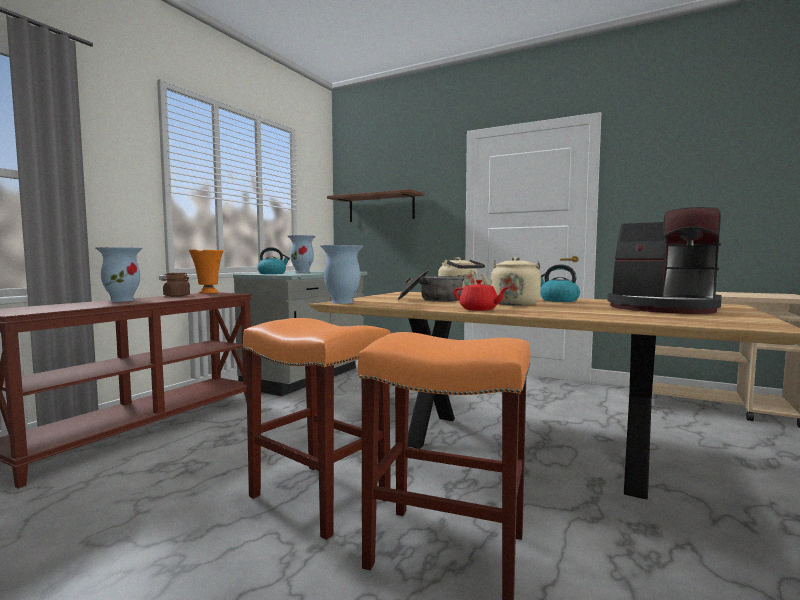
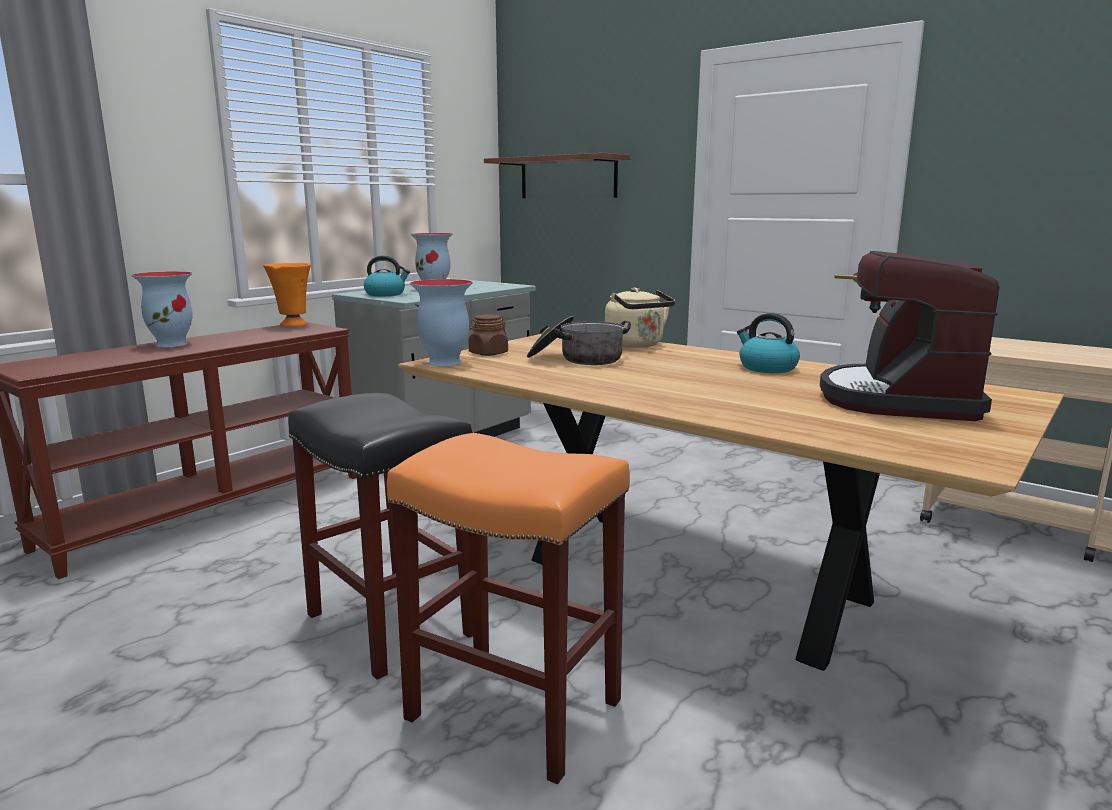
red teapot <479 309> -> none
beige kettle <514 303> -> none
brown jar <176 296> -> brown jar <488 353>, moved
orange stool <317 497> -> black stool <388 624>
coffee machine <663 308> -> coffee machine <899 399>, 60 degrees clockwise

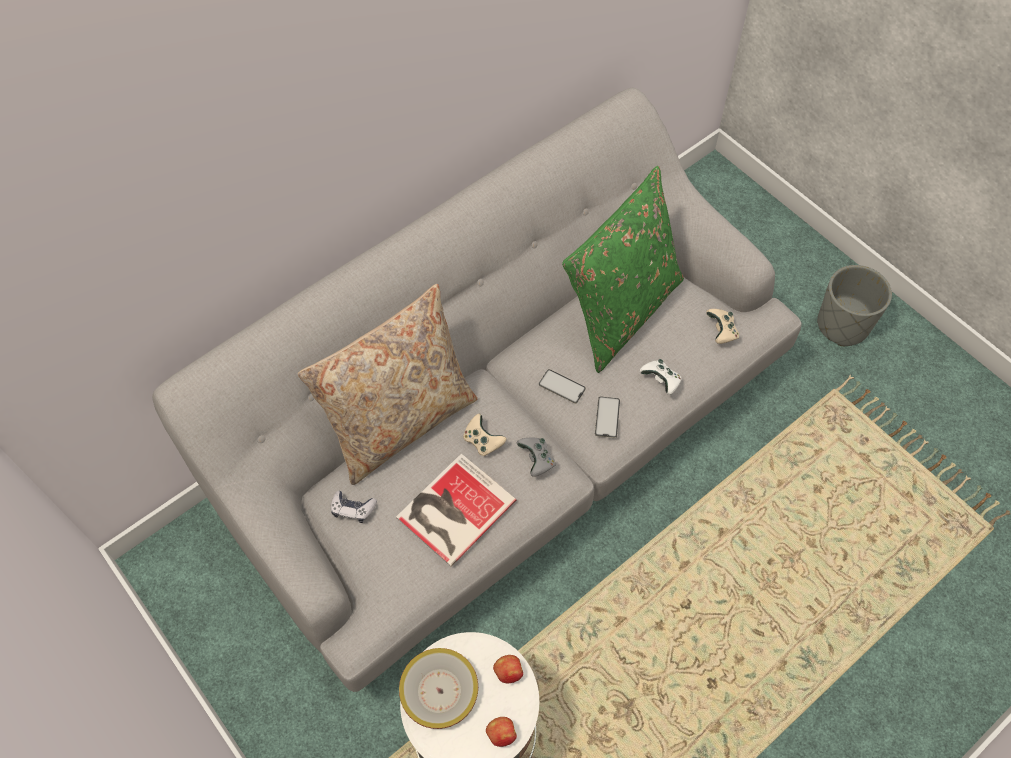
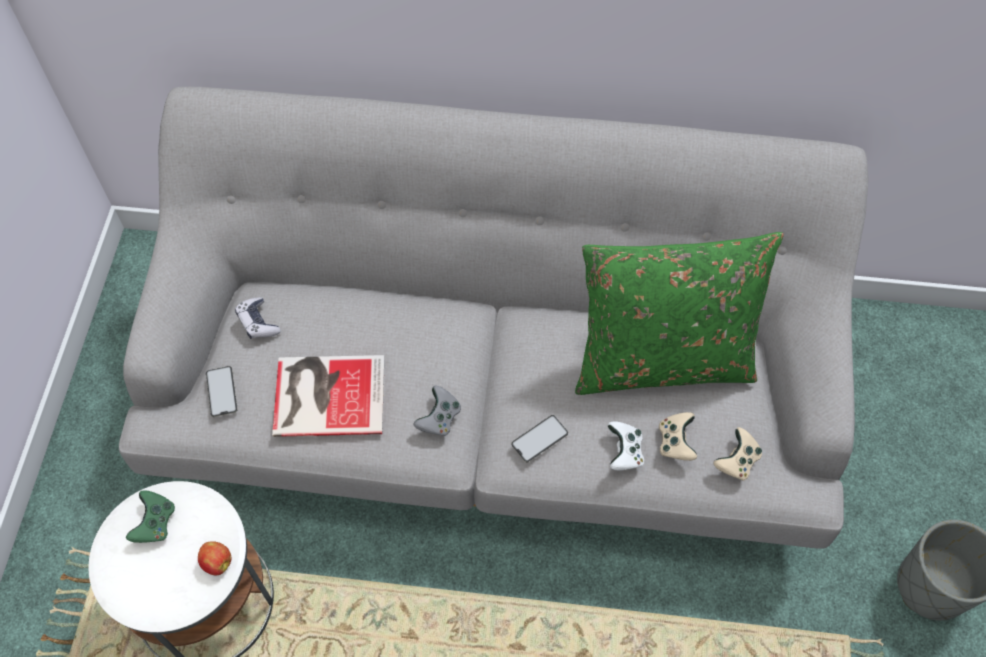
beige pillow <401 422> -> none
apple <501 734> -> none
beige game controller <483 441> -> beige game controller <675 442>, moved
phone <562 386> -> phone <221 391>, moved
bowl <440 691> -> green game controller <155 523>

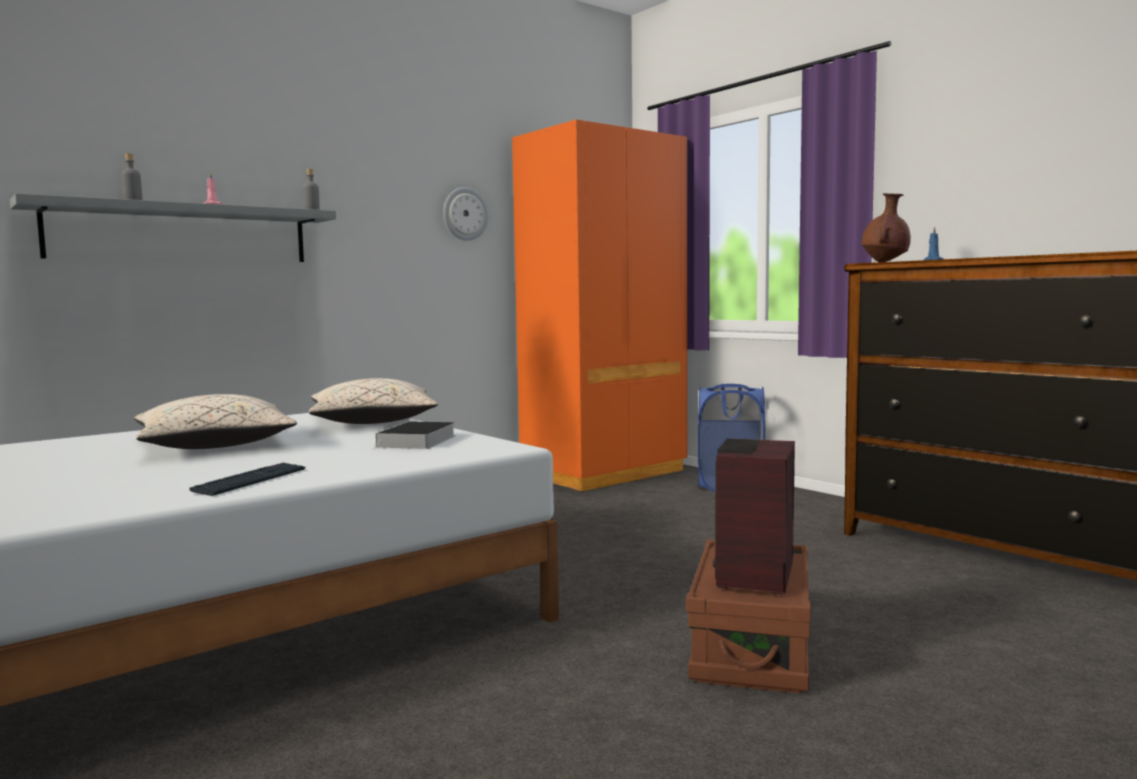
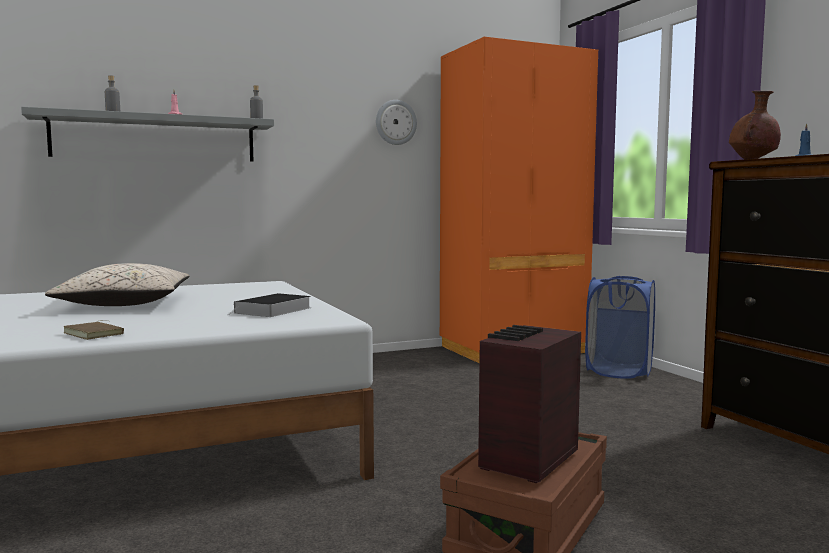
beige pillow <372 421> -> none
keyboard <251 480> -> brown book <95 334>

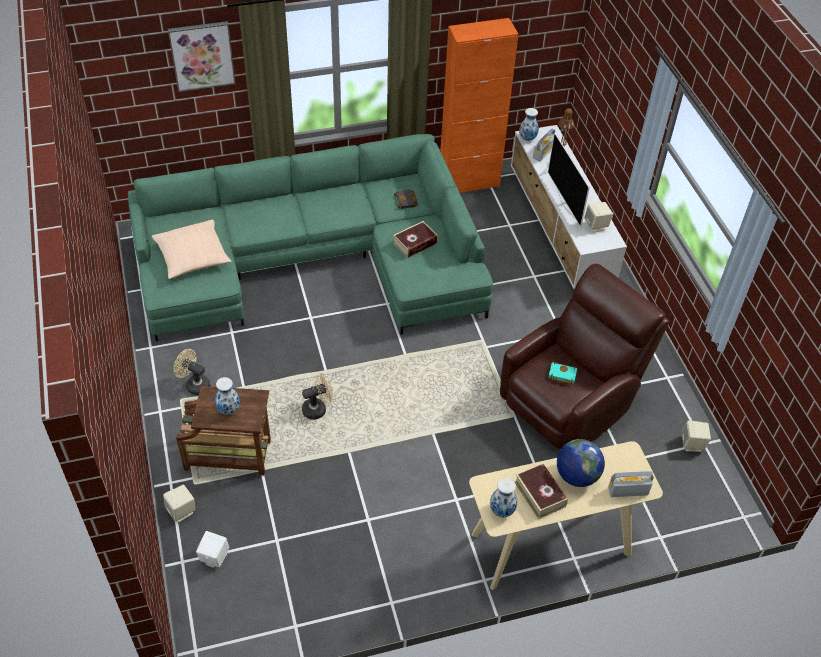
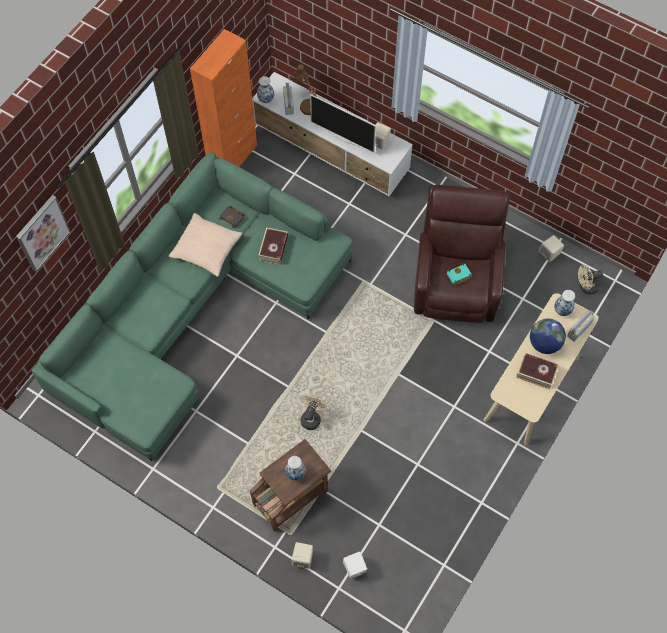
beige pillow <192 256> -> beige pillow <206 249>, moved
beige fan <194 384> -> beige fan <586 287>, moved
vase <502 510> -> vase <562 310>, moved

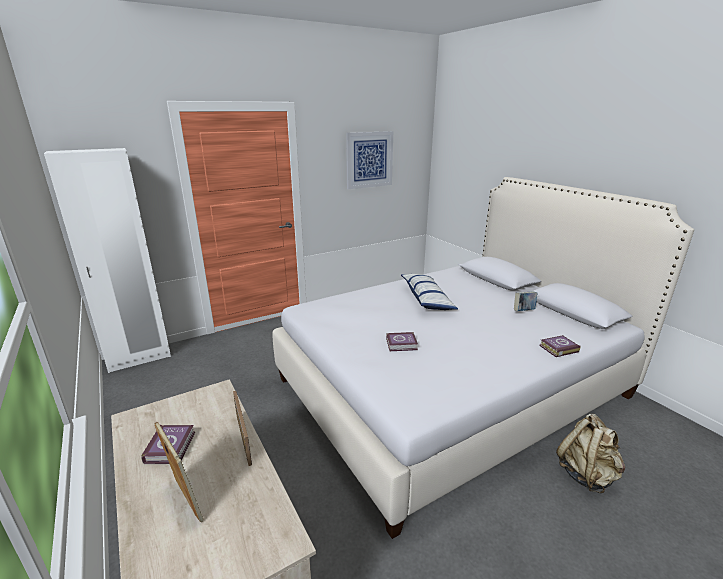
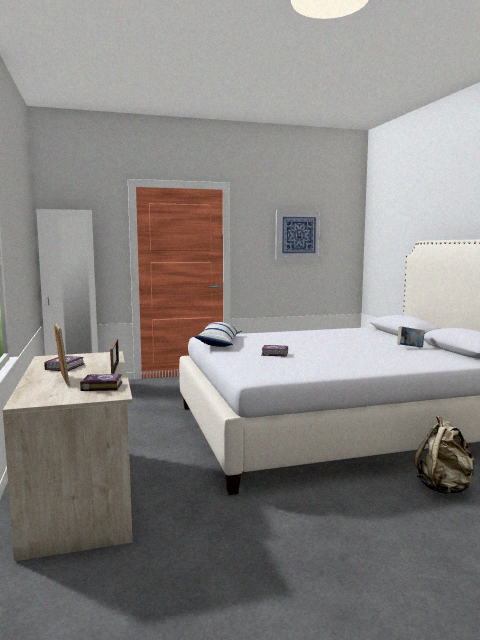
pillow <427 299> -> pillow <219 342>, moved
book <557 348> -> book <101 386>, moved

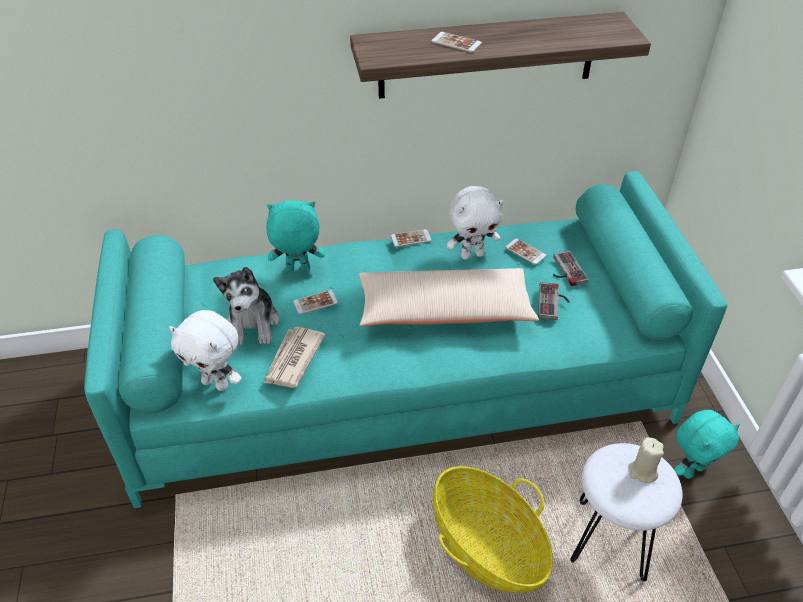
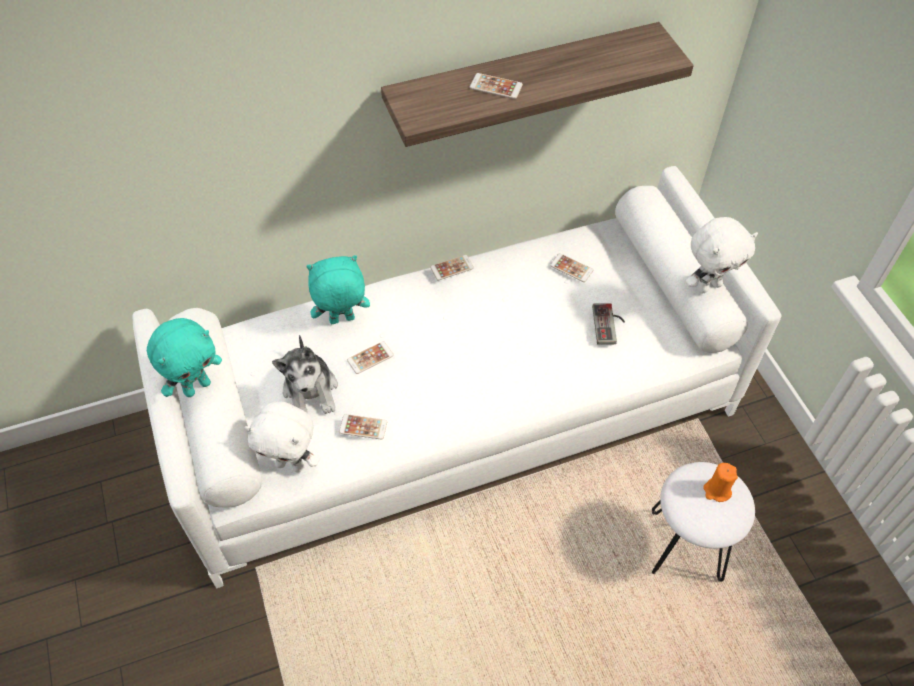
beige pillow <444 310> -> none
basket <487 546> -> none
game controller <565 270> -> none
white plush toy <472 255> -> white plush toy <708 286>, moved
turquoise plush toy <691 470> -> turquoise plush toy <197 386>, moved
newspaper <293 359> -> phone <363 427>
turquoise sofa <402 383> -> white sofa <457 411>
beige candle <642 471> -> orange candle <717 490>

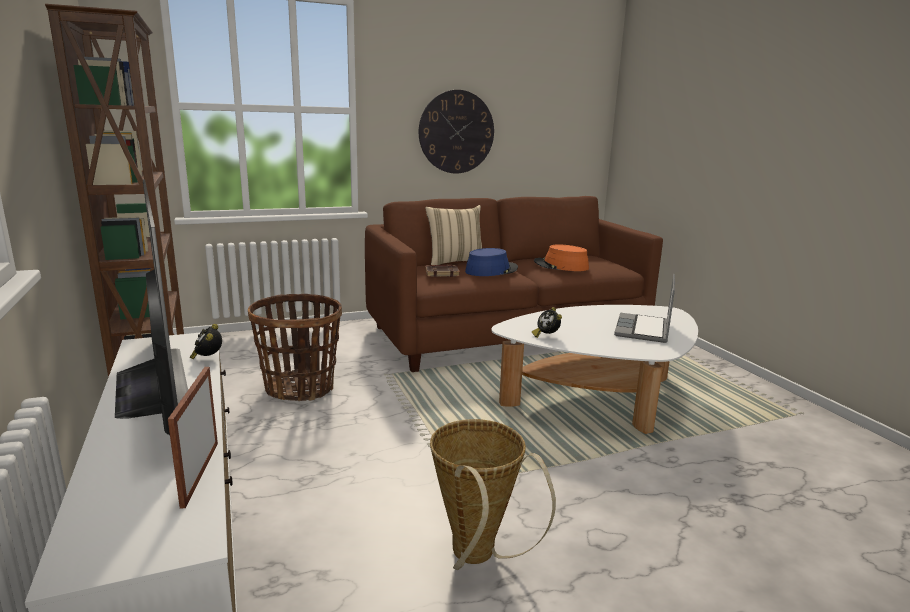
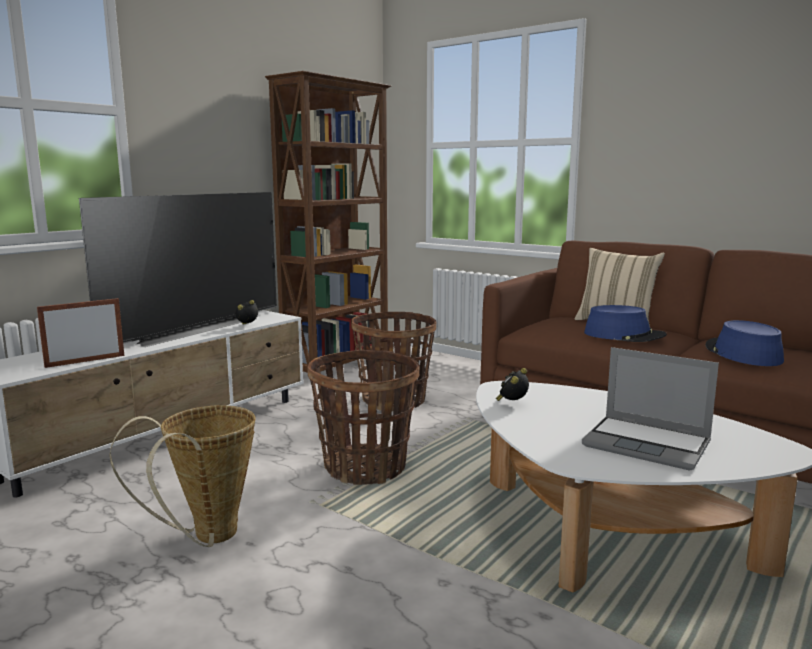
wall clock <456 132> -> none
brown book <442 274> -> none
none -> basket <365 467>
orange hat <561 266> -> blue hat <742 354>
laptop <643 330> -> laptop <648 444>, 135 degrees counterclockwise

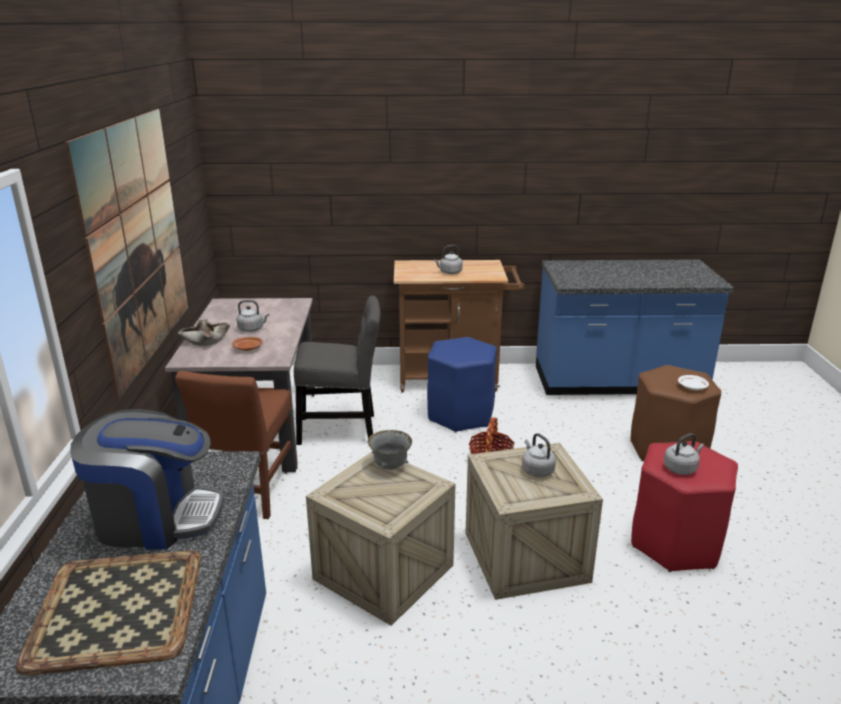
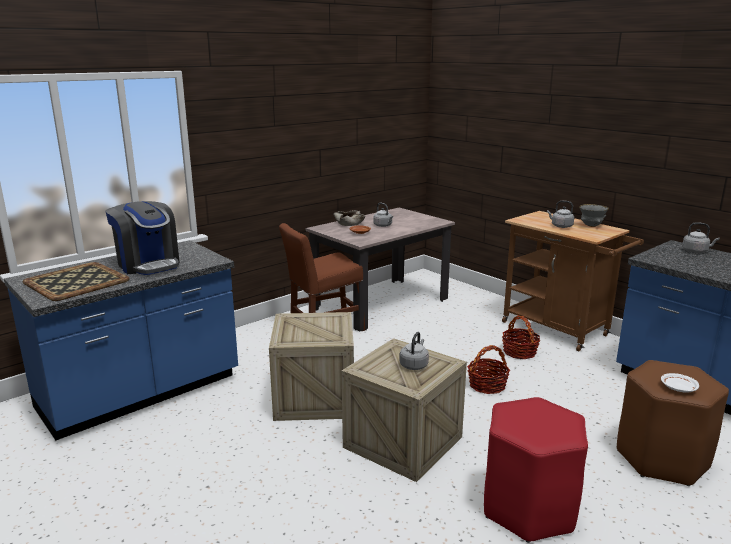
picture <137 242> -> none
grey chair <342 429> -> none
grey bowl <390 466> -> grey bowl <591 226>, moved
grey kettle <681 468> -> grey kettle <696 251>, moved
blue stool <460 415> -> basket <519 352>

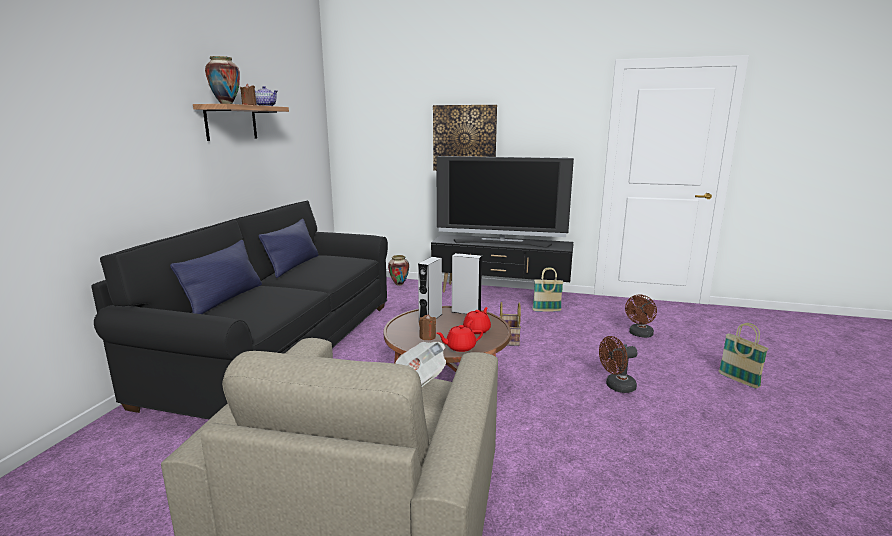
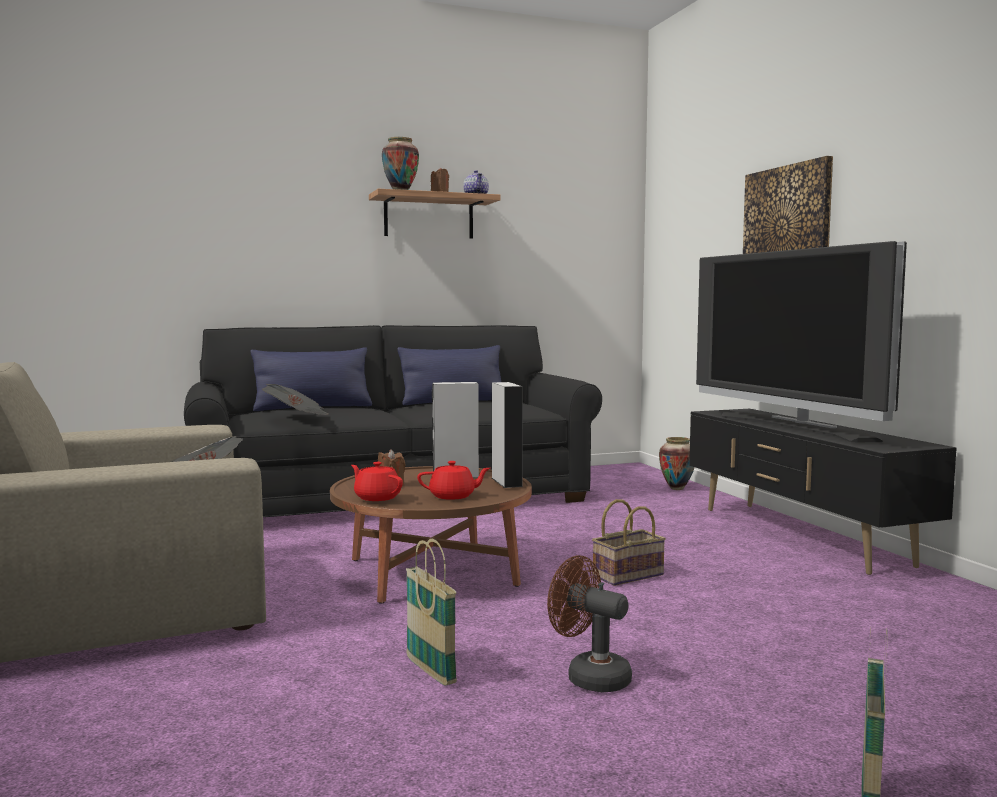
brown fan <639 335> -> none
none -> newspaper <297 417>
basket <546 310> -> basket <430 671>, moved

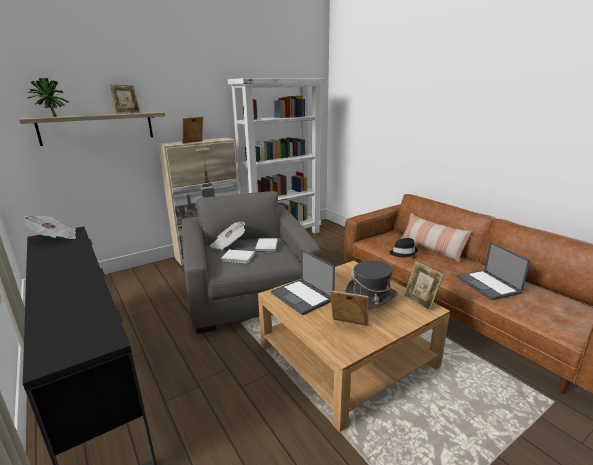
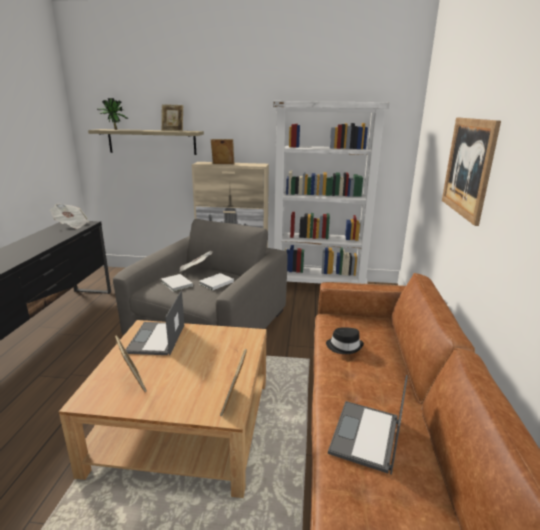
grey hat <371 297> -> none
pillow <431 249> -> none
none -> picture <468 167>

